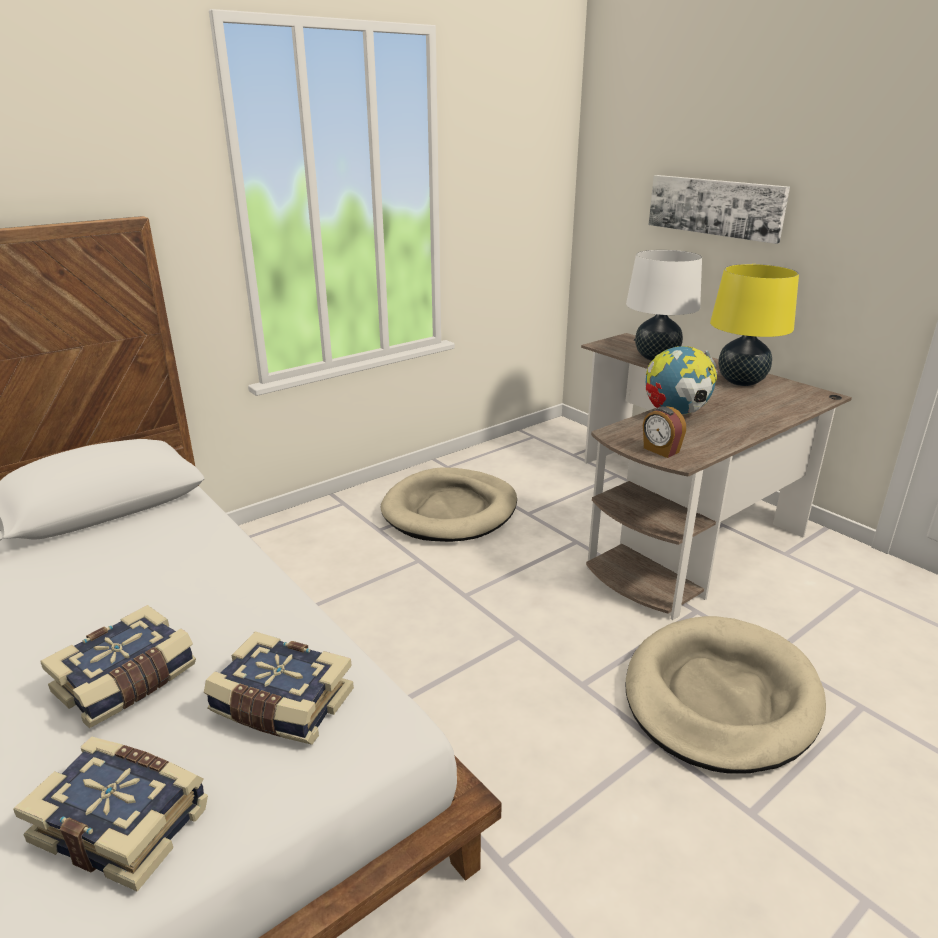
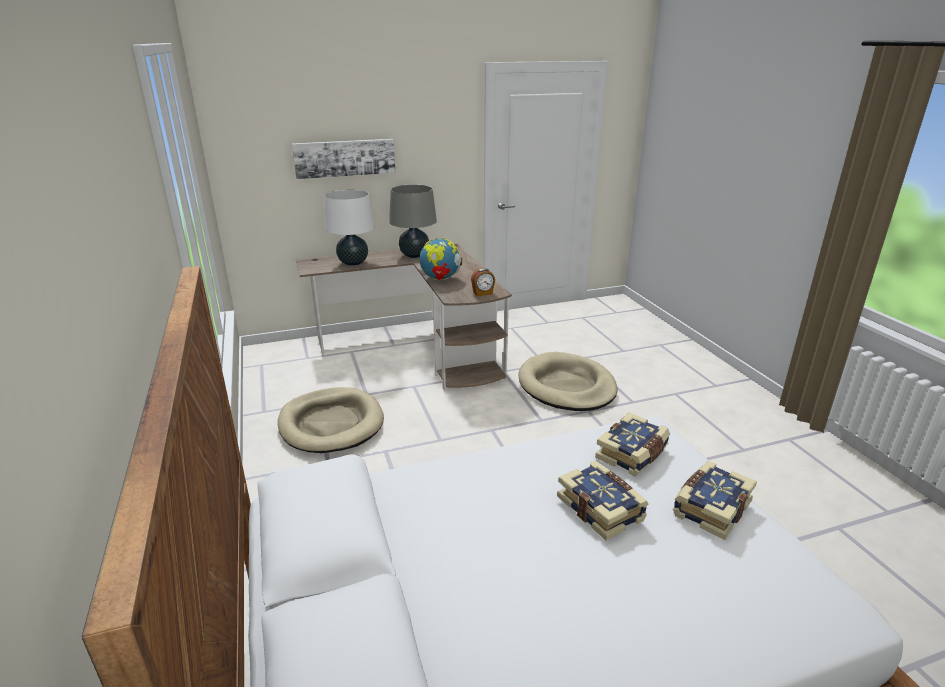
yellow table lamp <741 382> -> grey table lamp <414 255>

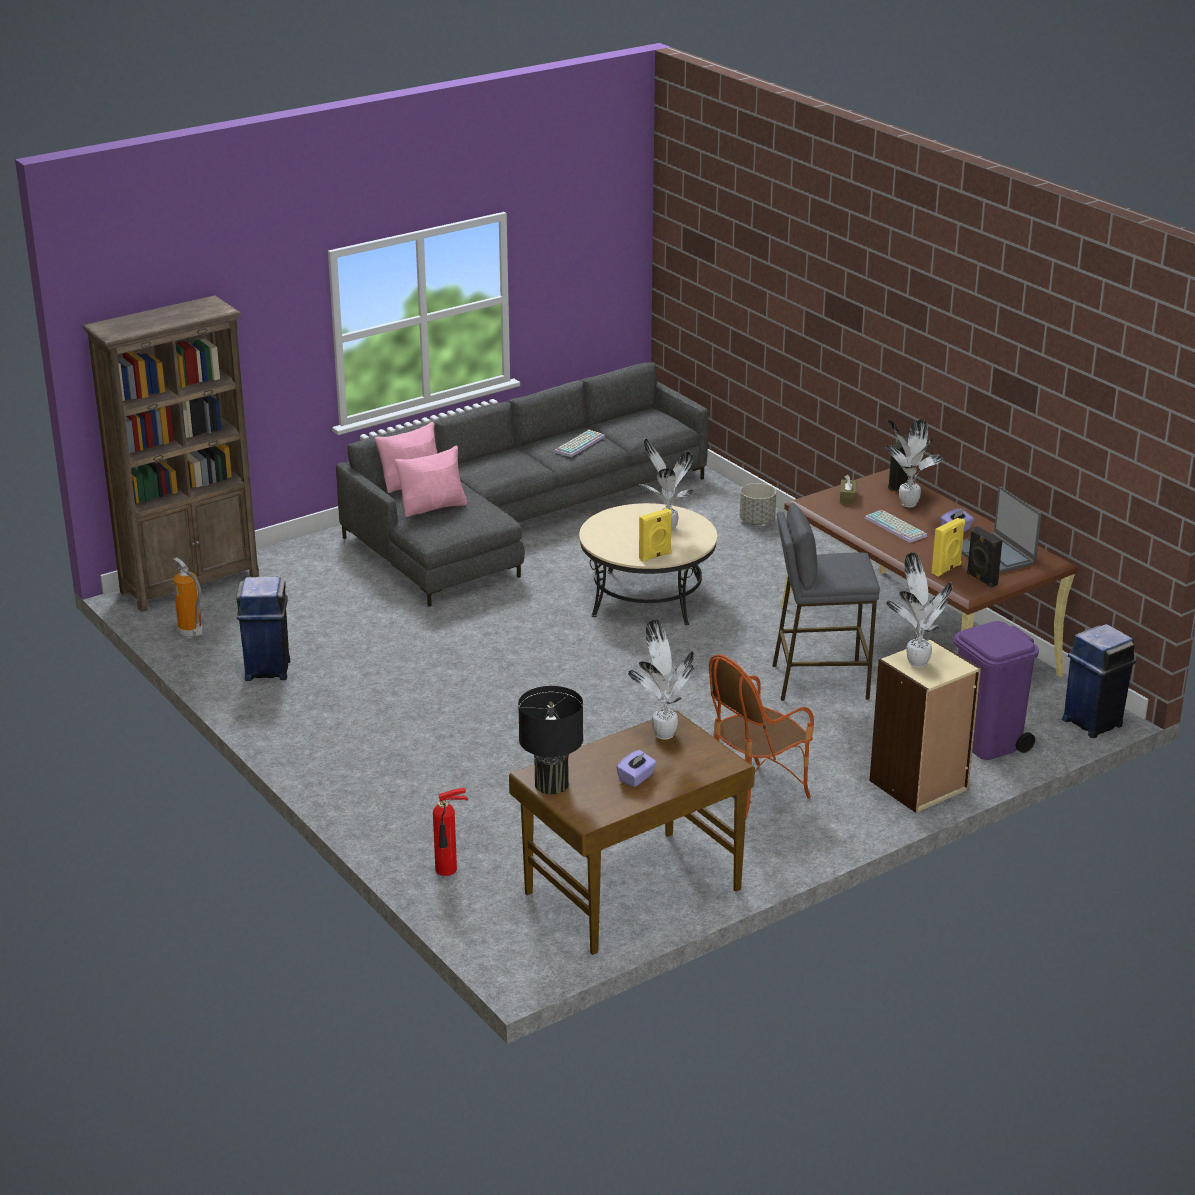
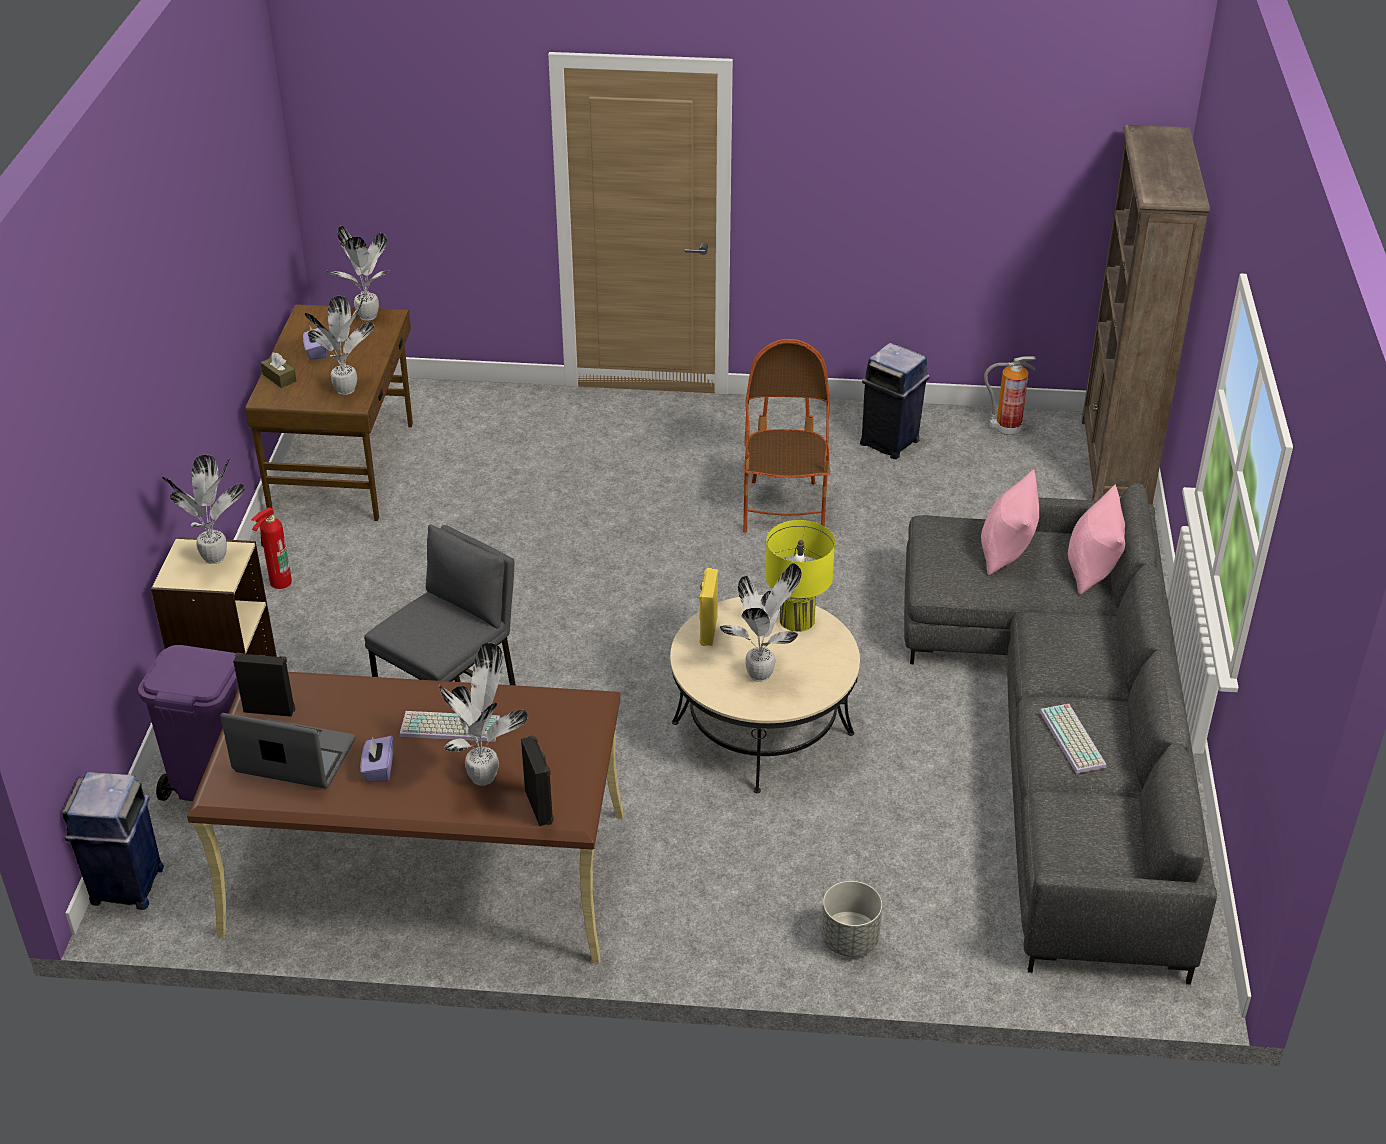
yellow speaker <947 569> -> none
none -> yellow table lamp <797 620>
fire extinguisher <448 870> -> fire extinguisher <277 582>, moved
armchair <754 793> -> armchair <784 508>, moved
brown tissue box <847 497> -> brown tissue box <279 378>, moved
black table lamp <551 784> -> potted plant <367 317>

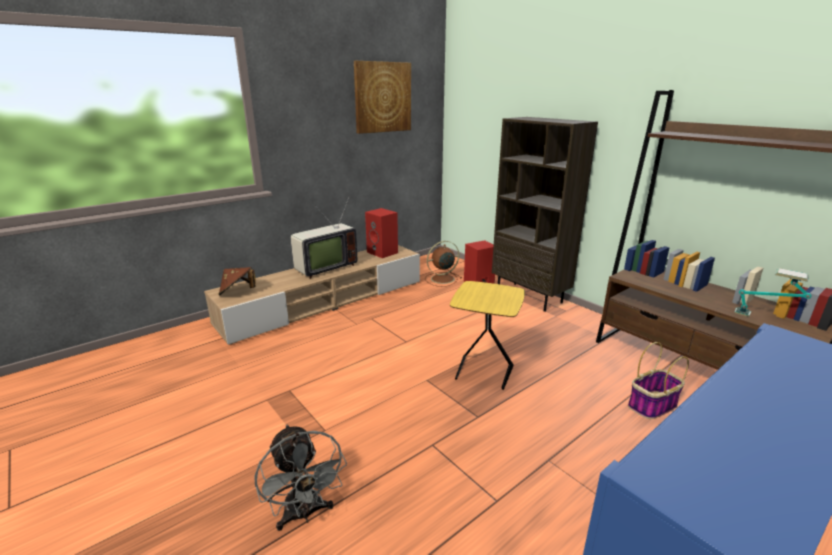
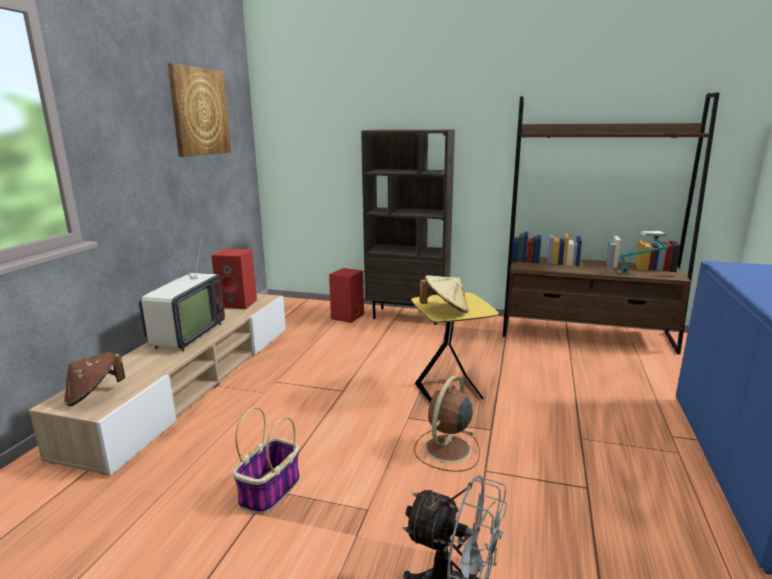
none -> beige hat <445 310>
brown fan <441 279> -> brown fan <447 449>, moved
basket <652 406> -> basket <270 491>, moved

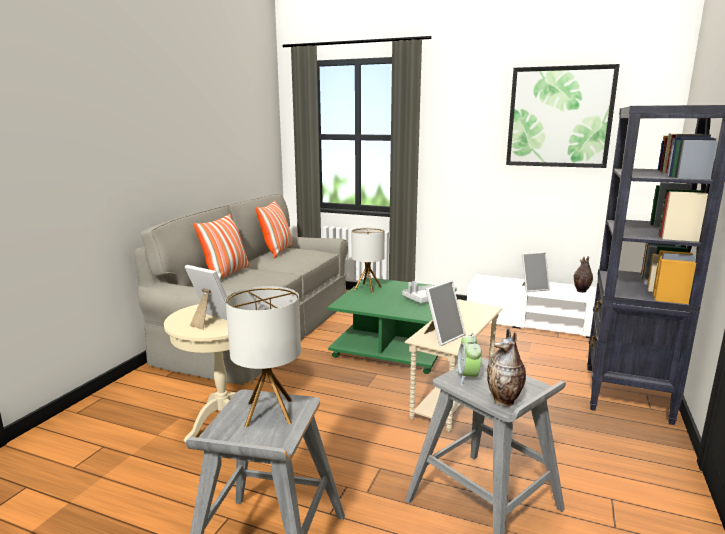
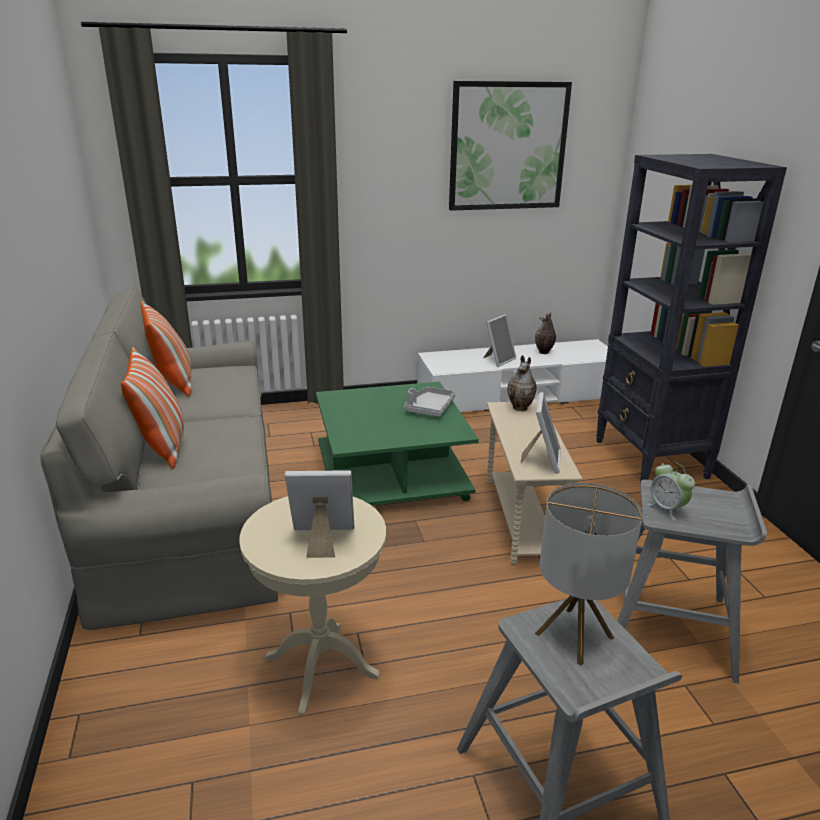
table lamp <367 288> -> none
vase <505 401> -> vase <521 408>, moved

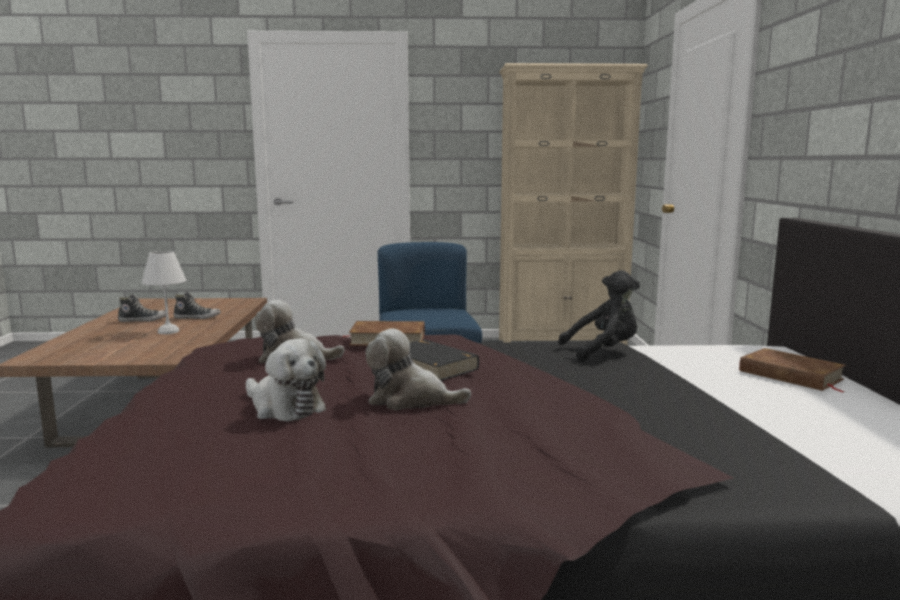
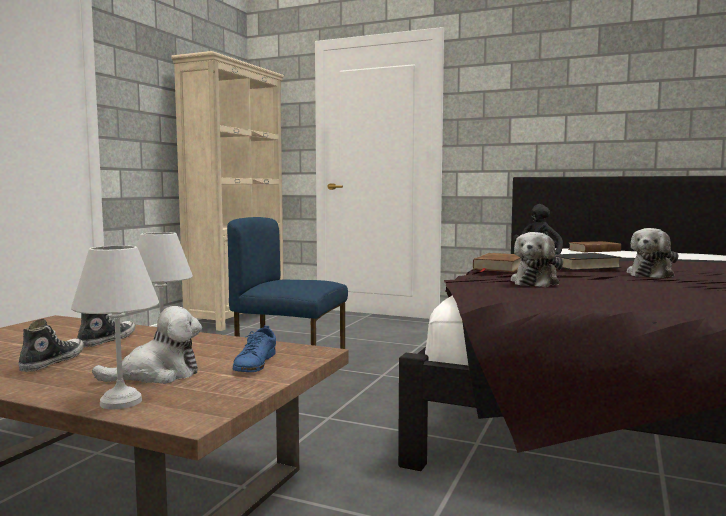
none -> white table lamp <123 401>
none -> blue shoe <255 363>
plush toy <284 407> -> plush toy <157 375>, moved

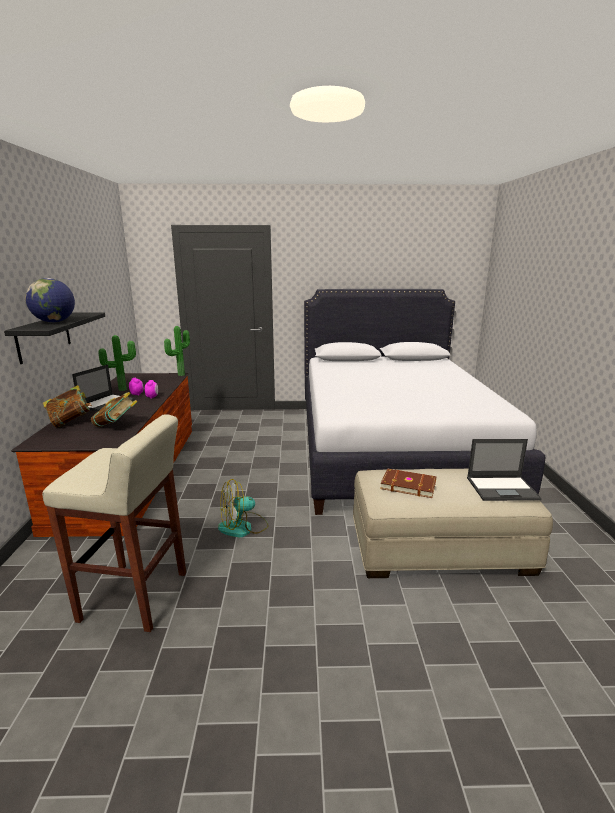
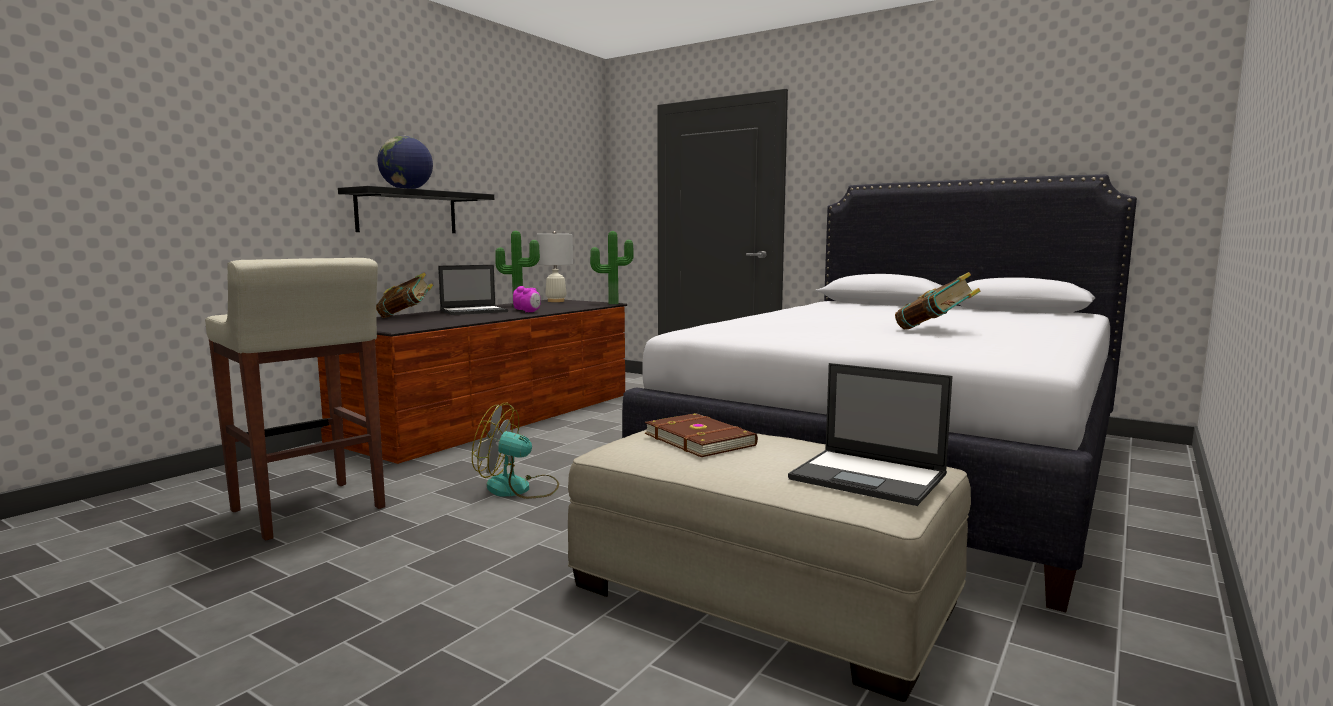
none -> white table lamp <556 301>
book <116 425> -> book <934 331>, moved

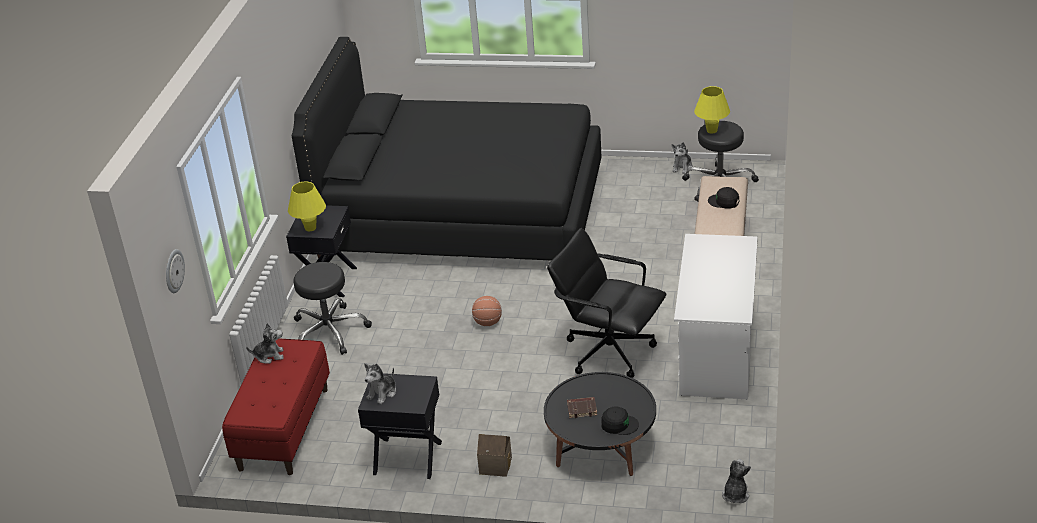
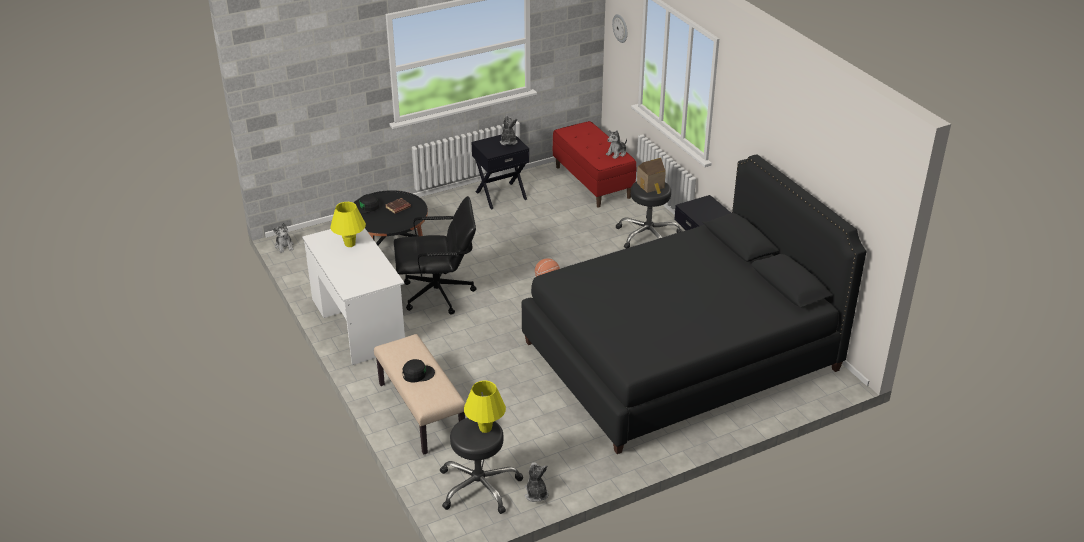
yellow table lamp <310 228> -> yellow table lamp <350 244>, moved
toy house <495 464> -> toy house <651 186>, moved

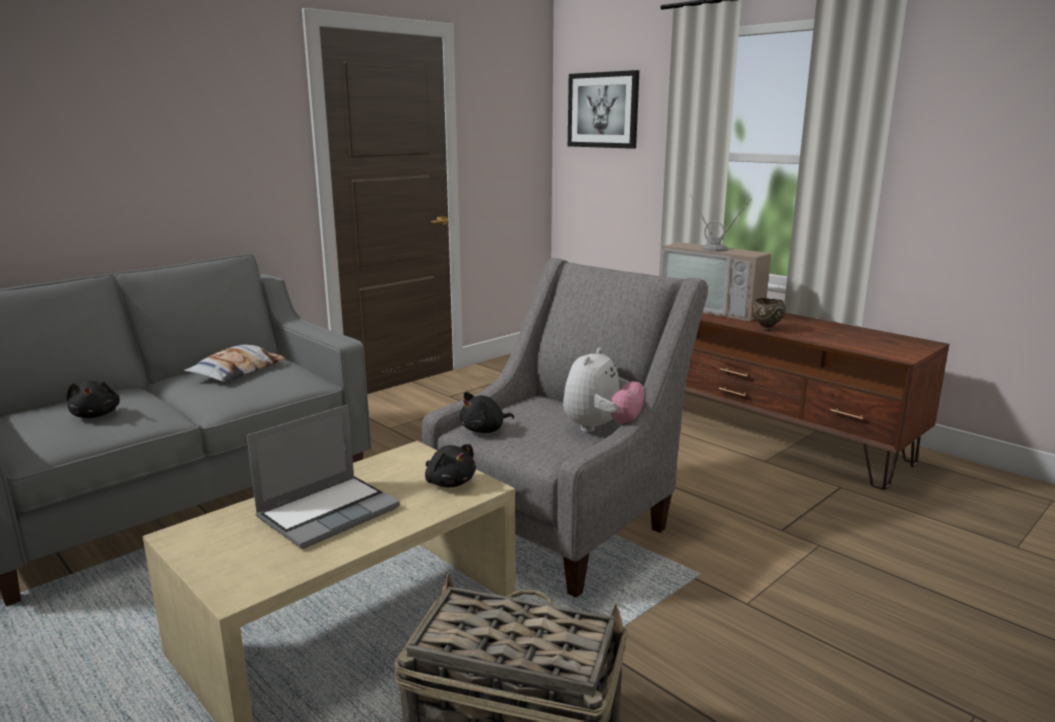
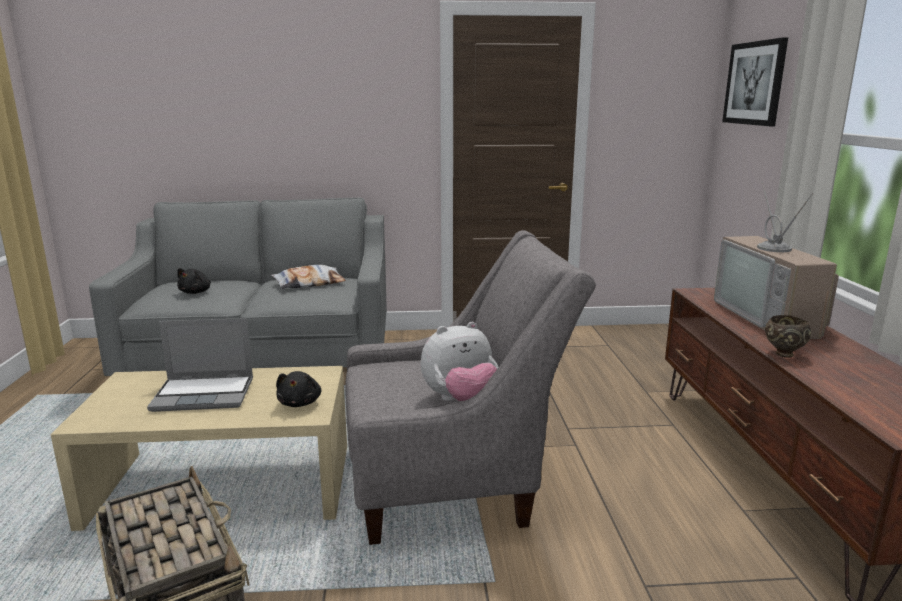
black plush toy <485 430> -> none

